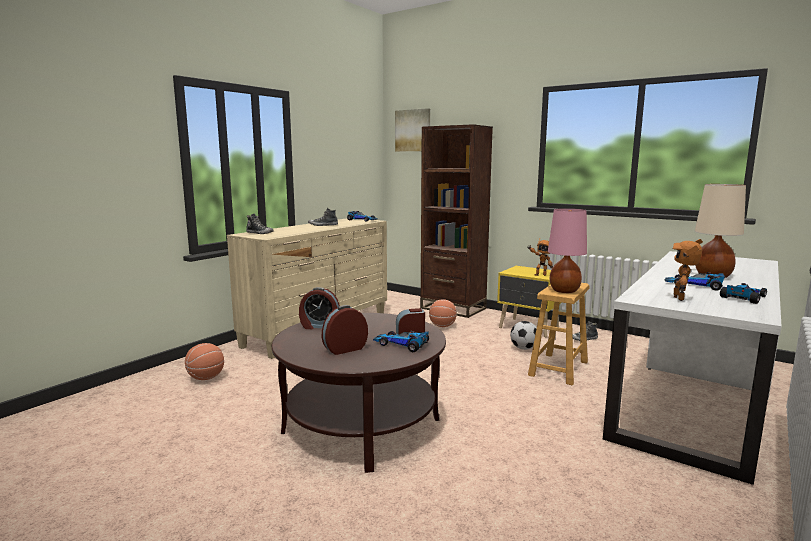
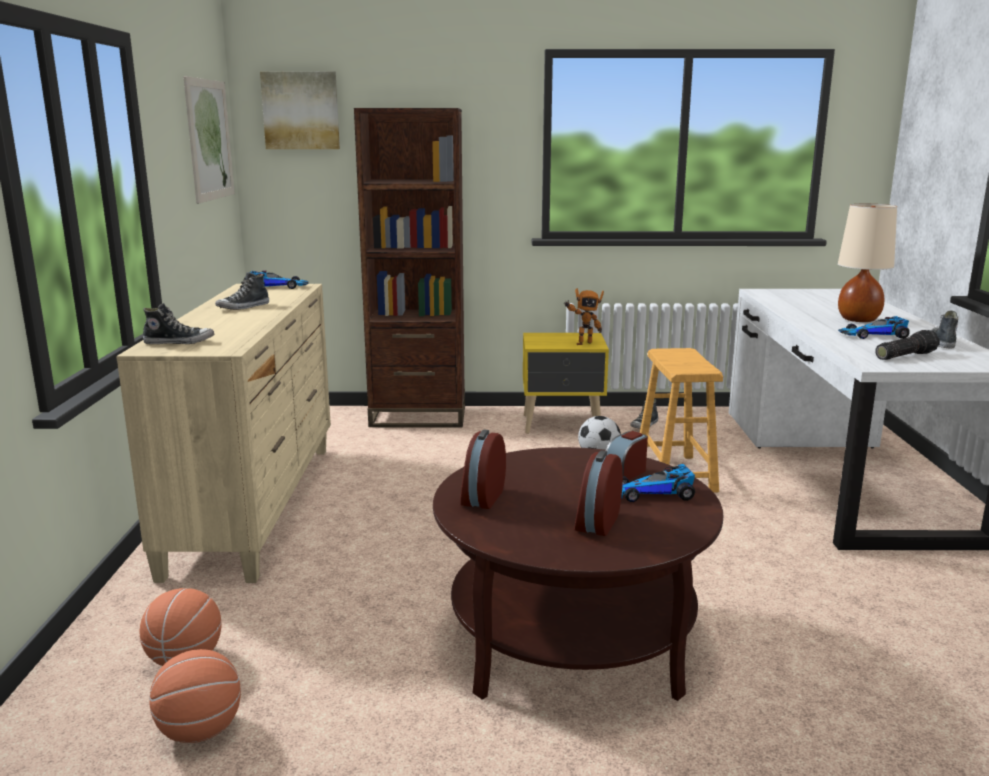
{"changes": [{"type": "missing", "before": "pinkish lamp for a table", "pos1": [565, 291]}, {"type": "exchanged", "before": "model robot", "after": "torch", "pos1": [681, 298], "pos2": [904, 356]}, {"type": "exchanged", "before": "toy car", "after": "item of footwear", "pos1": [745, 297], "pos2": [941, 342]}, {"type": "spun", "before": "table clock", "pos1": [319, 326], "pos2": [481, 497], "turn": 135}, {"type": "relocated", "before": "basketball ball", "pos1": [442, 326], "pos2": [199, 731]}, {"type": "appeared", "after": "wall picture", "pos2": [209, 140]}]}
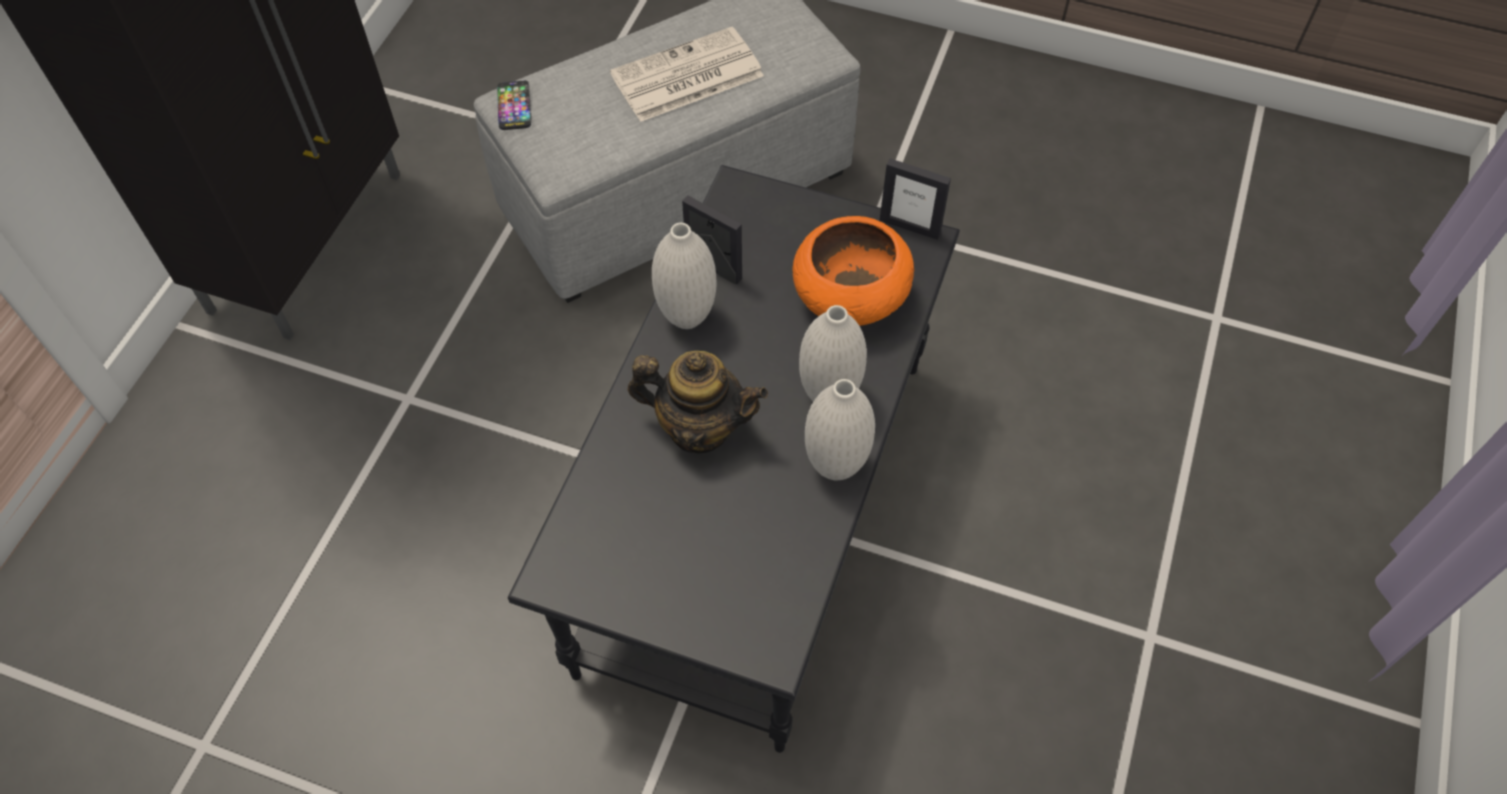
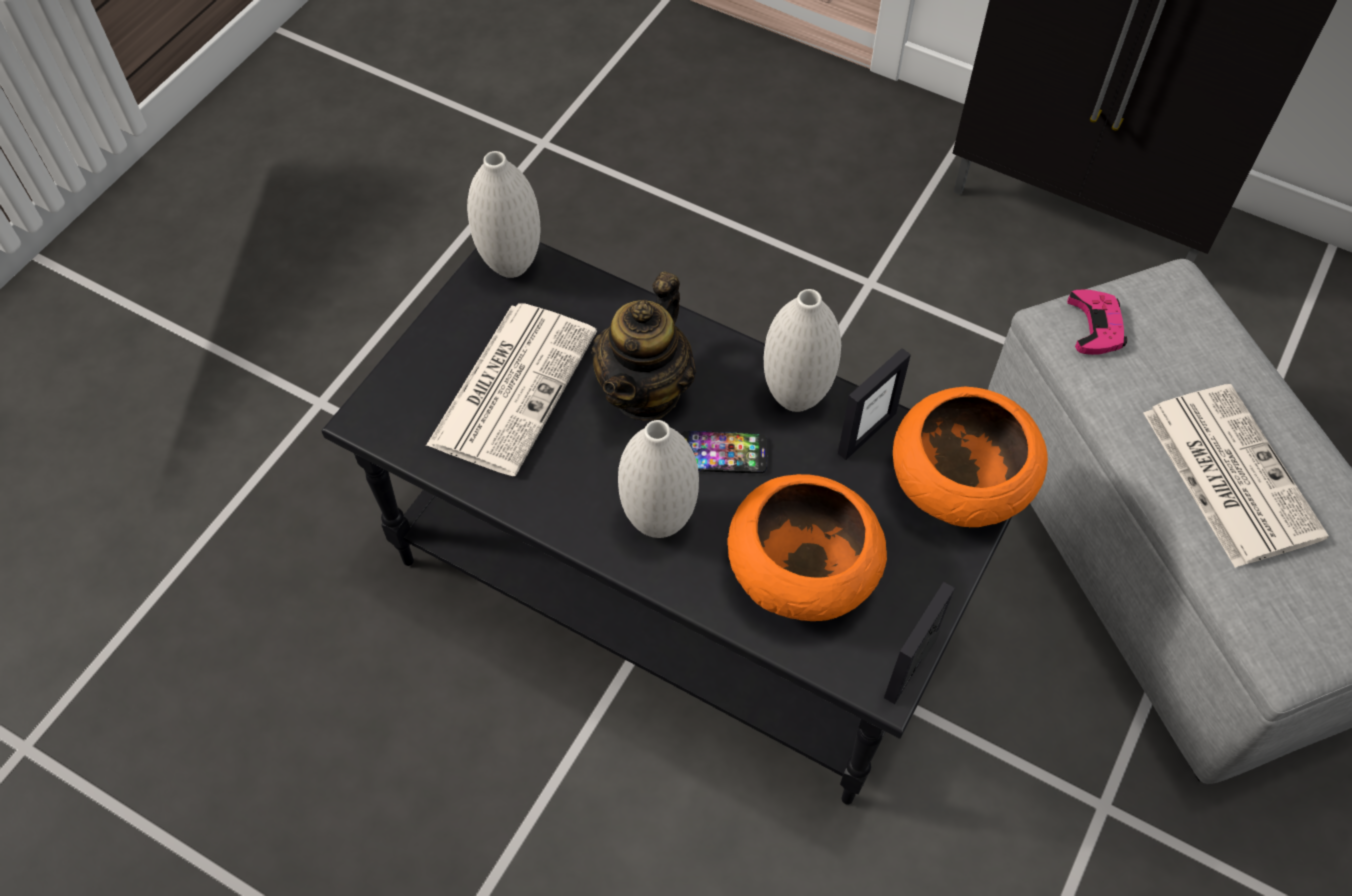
{"changes": [{"type": "relocated", "before": "telephone", "pos1": [514, 106], "pos2": [723, 454]}, {"type": "relocated", "before": "whitish decorative vase", "pos1": [835, 466], "pos2": [511, 265]}, {"type": "appeared", "after": "pinkish gamepad", "pos2": [1095, 326]}, {"type": "appeared", "after": "printed paper", "pos2": [513, 386]}, {"type": "appeared", "after": "orangey bowl", "pos2": [960, 485]}]}
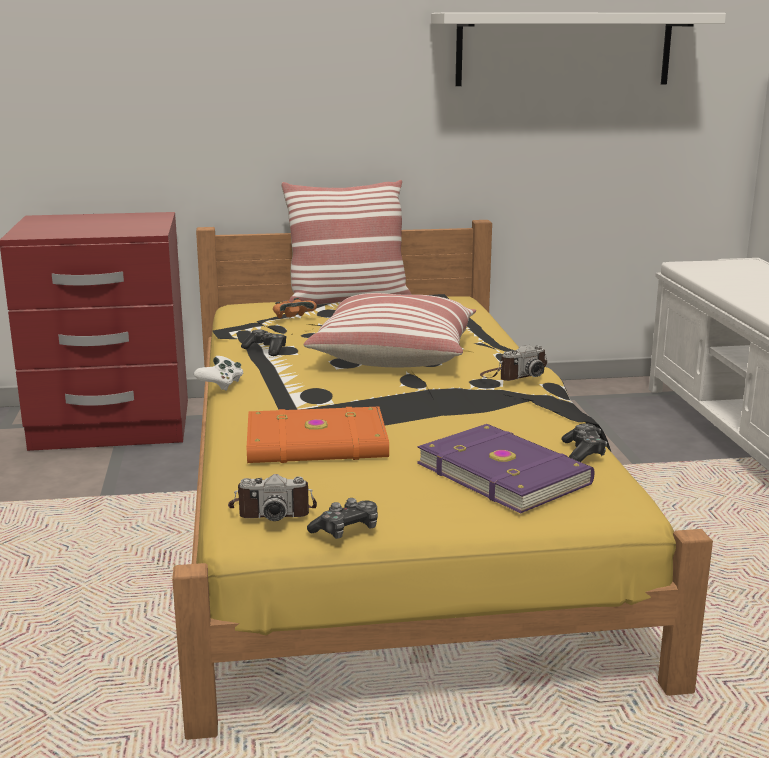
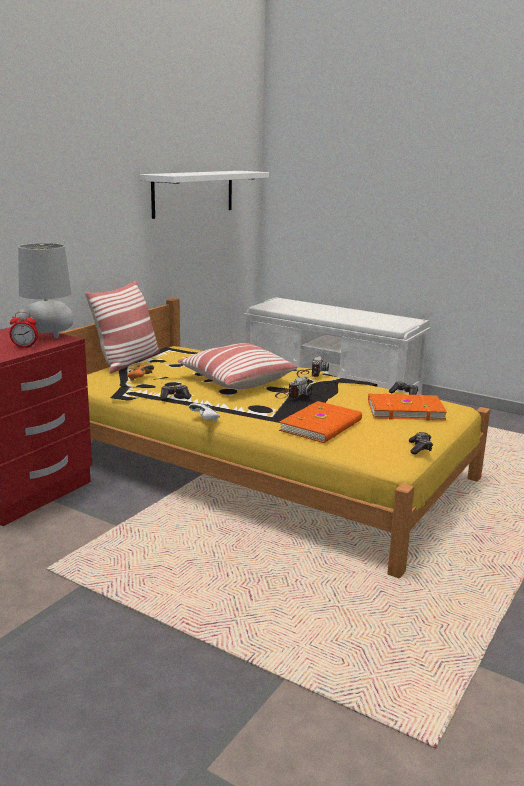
{"changes": [{"type": "colour", "before": "purple book", "after": "orangey book", "pos1": [504, 472], "pos2": [404, 410]}, {"type": "relocated", "before": "still camera", "pos1": [272, 510], "pos2": [292, 395]}, {"type": "appeared", "after": "gray lamp for a table", "pos2": [48, 337]}, {"type": "appeared", "after": "table clock", "pos2": [25, 347]}]}
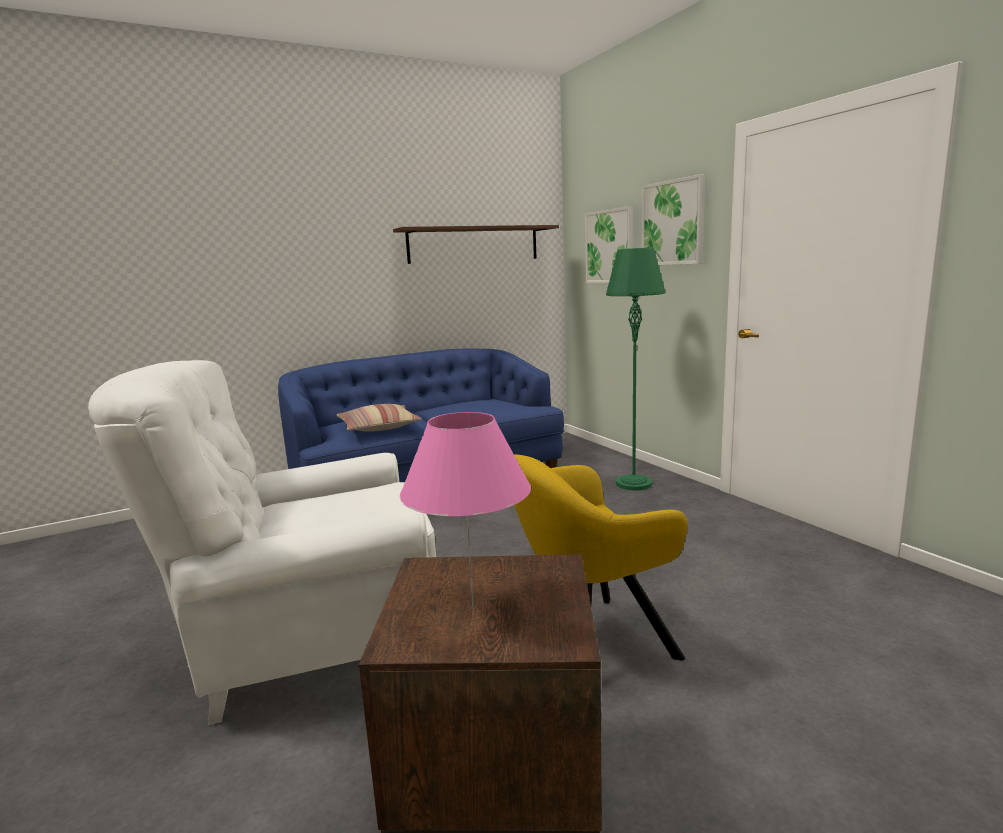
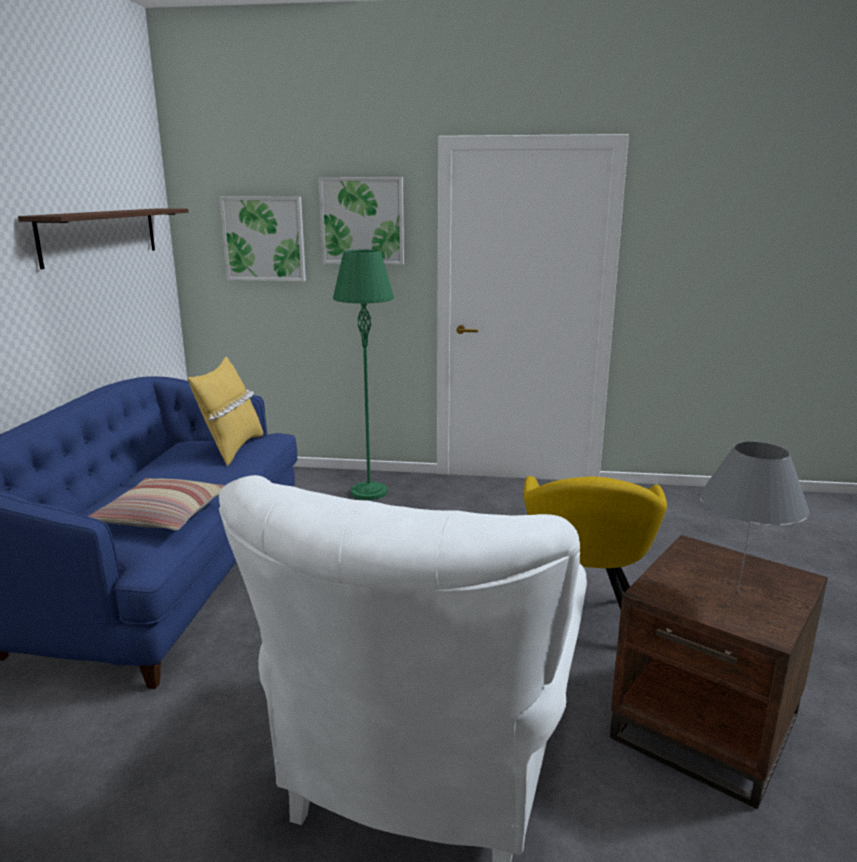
{"changes": [{"type": "colour", "before": "pinkish lamp for a table", "after": "gray lamp for a table", "pos1": [473, 609], "pos2": [738, 592]}, {"type": "appeared", "after": "yellowish cushion", "pos2": [232, 449]}]}
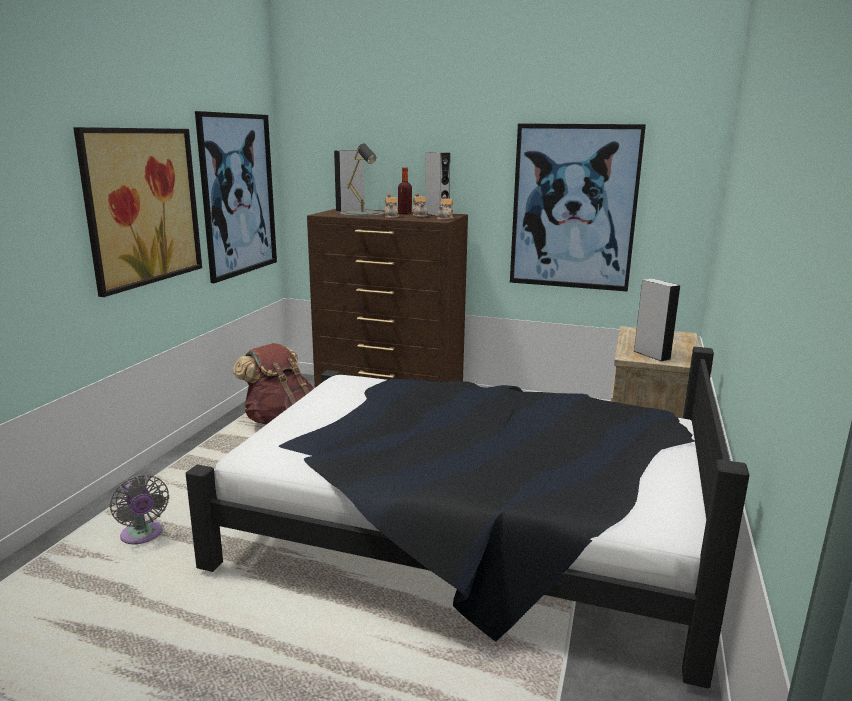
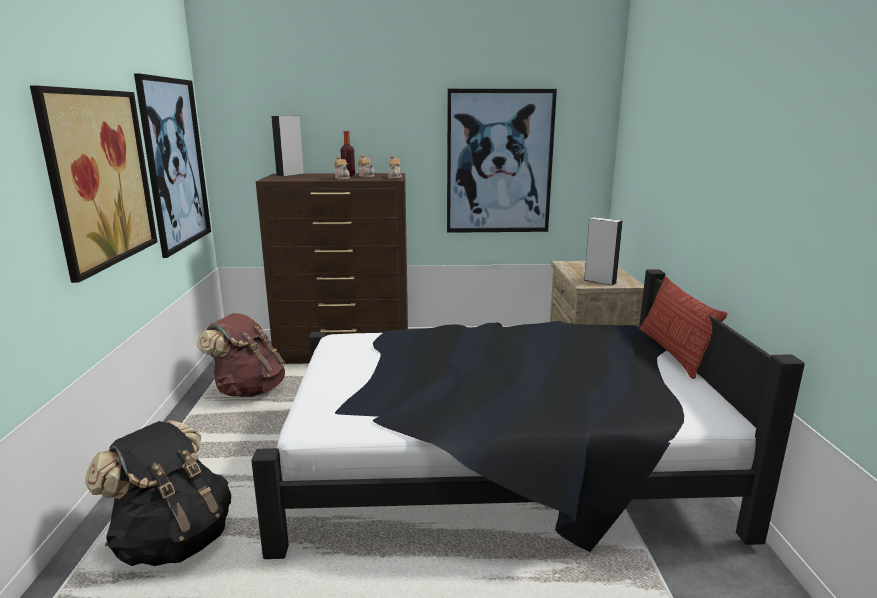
{"changes": [{"type": "missing", "before": "gray lamp for a table", "pos1": [362, 214]}, {"type": "missing", "before": "gray speaker", "pos1": [436, 215]}, {"type": "exchanged", "before": "gray cooling fan", "after": "black-coloured rucksack", "pos1": [142, 536], "pos2": [174, 540]}, {"type": "appeared", "after": "cushion", "pos2": [672, 352]}]}
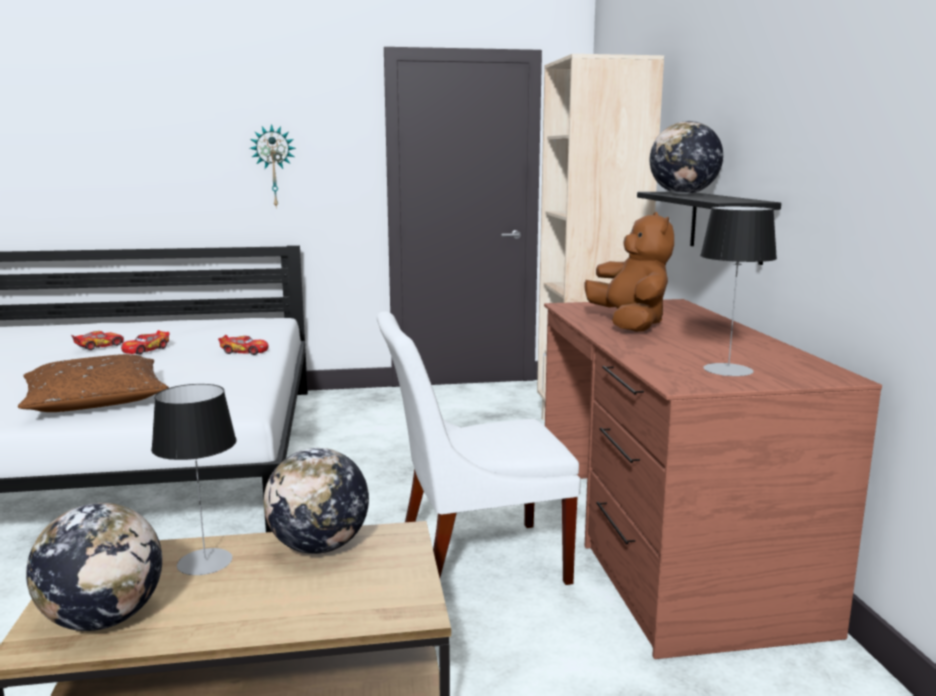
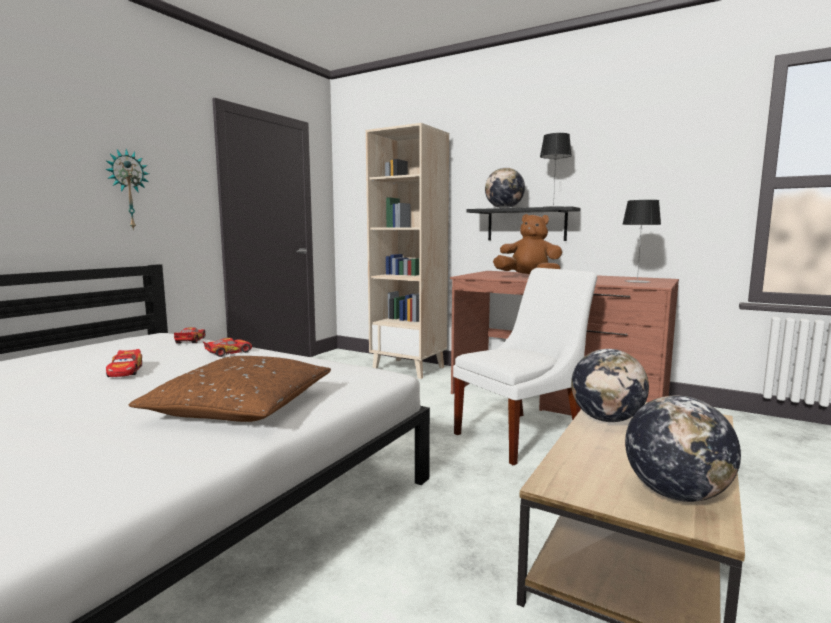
{"changes": [{"type": "spun", "before": "whitish chair", "pos1": [473, 561], "pos2": [522, 436], "turn": -150}, {"type": "relocated", "before": "toy car", "pos1": [99, 346], "pos2": [190, 340]}, {"type": "relocated", "before": "lamp for a table", "pos1": [205, 562], "pos2": [553, 207]}]}
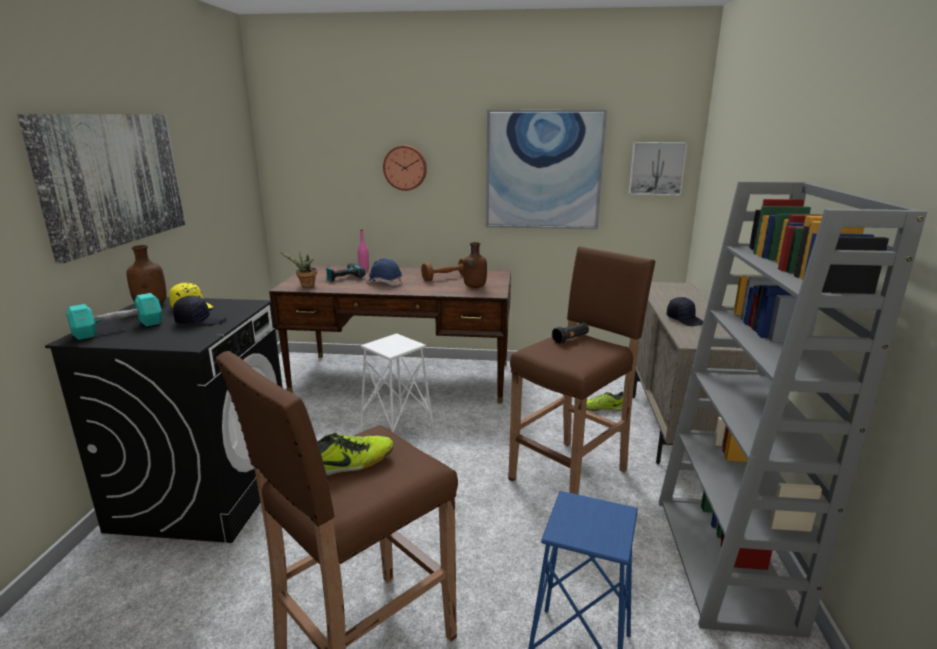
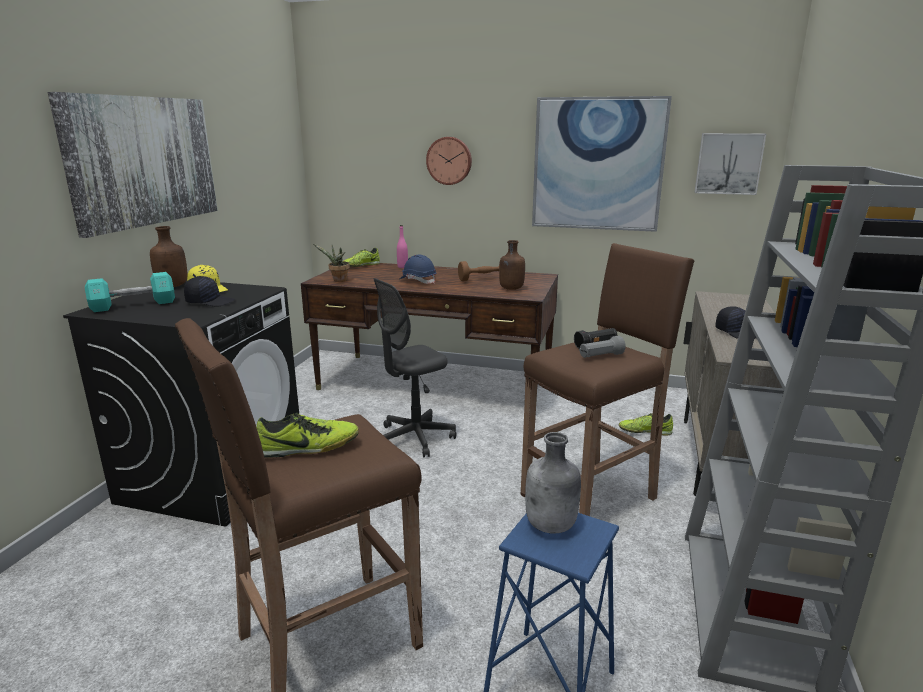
{"changes": [{"type": "missing", "before": "power drill", "pos1": [344, 277]}, {"type": "exchanged", "before": "whitish sitting stool", "after": "gray office chair", "pos1": [397, 434], "pos2": [415, 438]}, {"type": "appeared", "after": "item of footwear", "pos2": [361, 266]}, {"type": "appeared", "after": "gray torch", "pos2": [600, 356]}, {"type": "appeared", "after": "gray bottle", "pos2": [551, 526]}]}
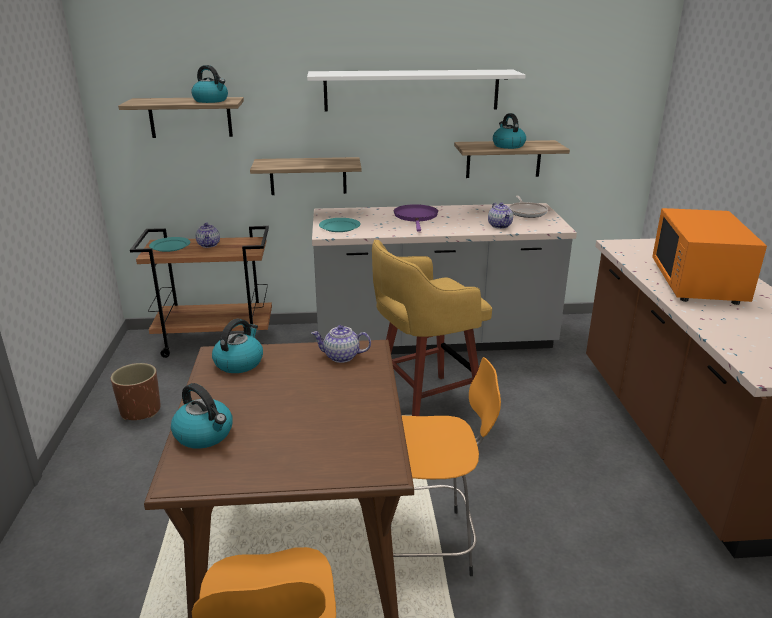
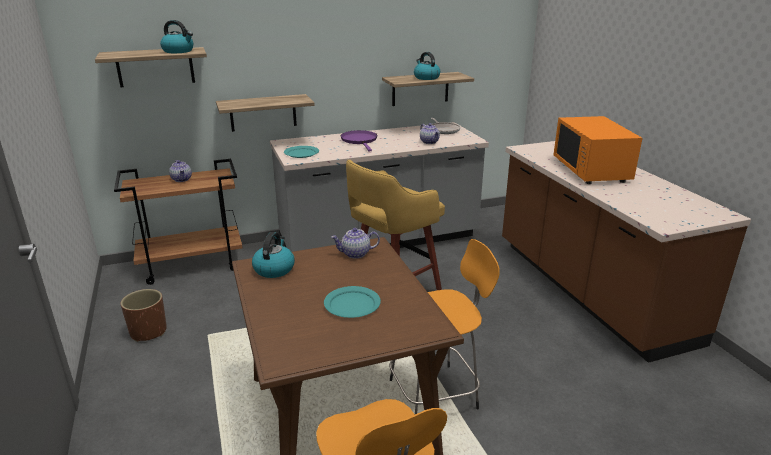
{"changes": [{"type": "missing", "before": "whitish shelf", "pos1": [411, 90]}, {"type": "relocated", "before": "turquoise dinner plate", "pos1": [170, 246], "pos2": [351, 304]}, {"type": "missing", "before": "tea kettle", "pos1": [205, 434]}]}
